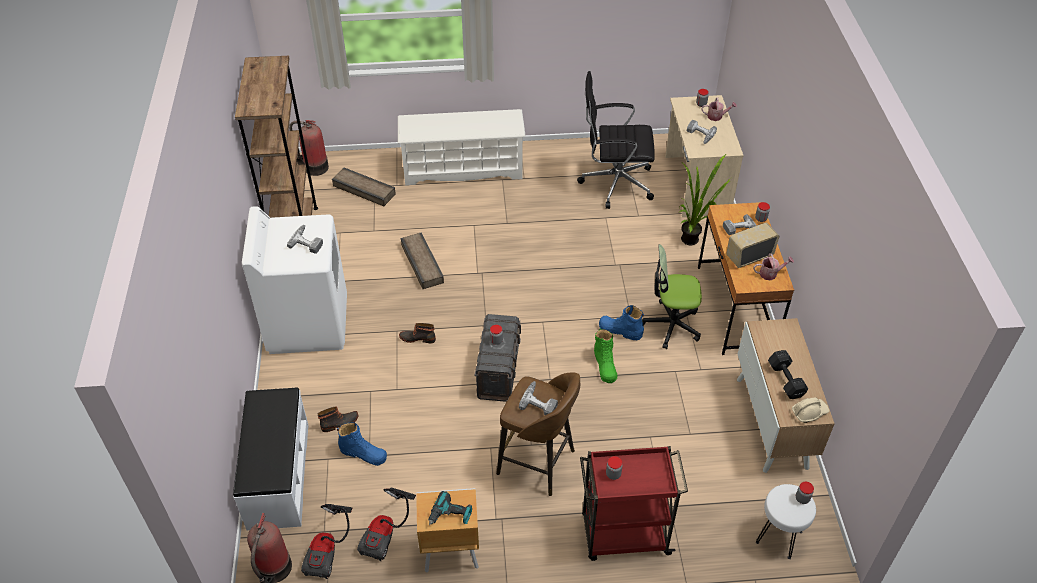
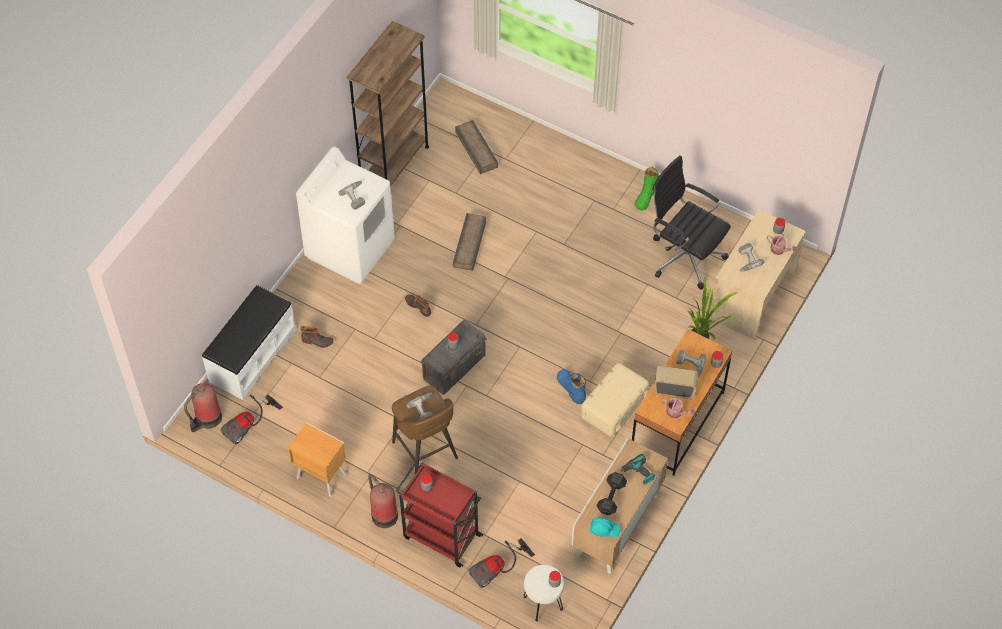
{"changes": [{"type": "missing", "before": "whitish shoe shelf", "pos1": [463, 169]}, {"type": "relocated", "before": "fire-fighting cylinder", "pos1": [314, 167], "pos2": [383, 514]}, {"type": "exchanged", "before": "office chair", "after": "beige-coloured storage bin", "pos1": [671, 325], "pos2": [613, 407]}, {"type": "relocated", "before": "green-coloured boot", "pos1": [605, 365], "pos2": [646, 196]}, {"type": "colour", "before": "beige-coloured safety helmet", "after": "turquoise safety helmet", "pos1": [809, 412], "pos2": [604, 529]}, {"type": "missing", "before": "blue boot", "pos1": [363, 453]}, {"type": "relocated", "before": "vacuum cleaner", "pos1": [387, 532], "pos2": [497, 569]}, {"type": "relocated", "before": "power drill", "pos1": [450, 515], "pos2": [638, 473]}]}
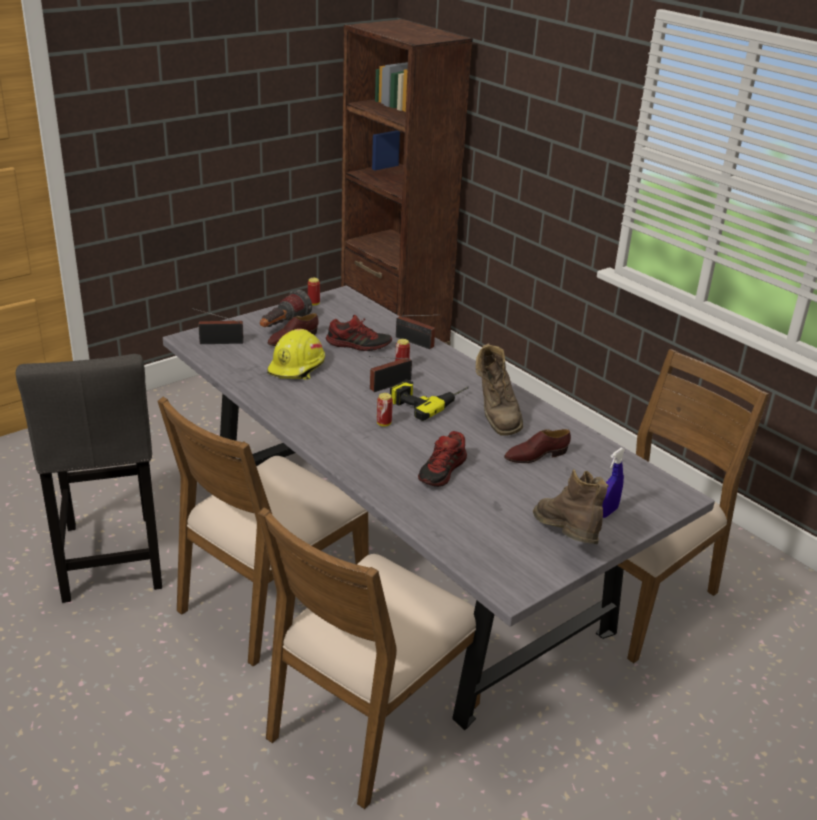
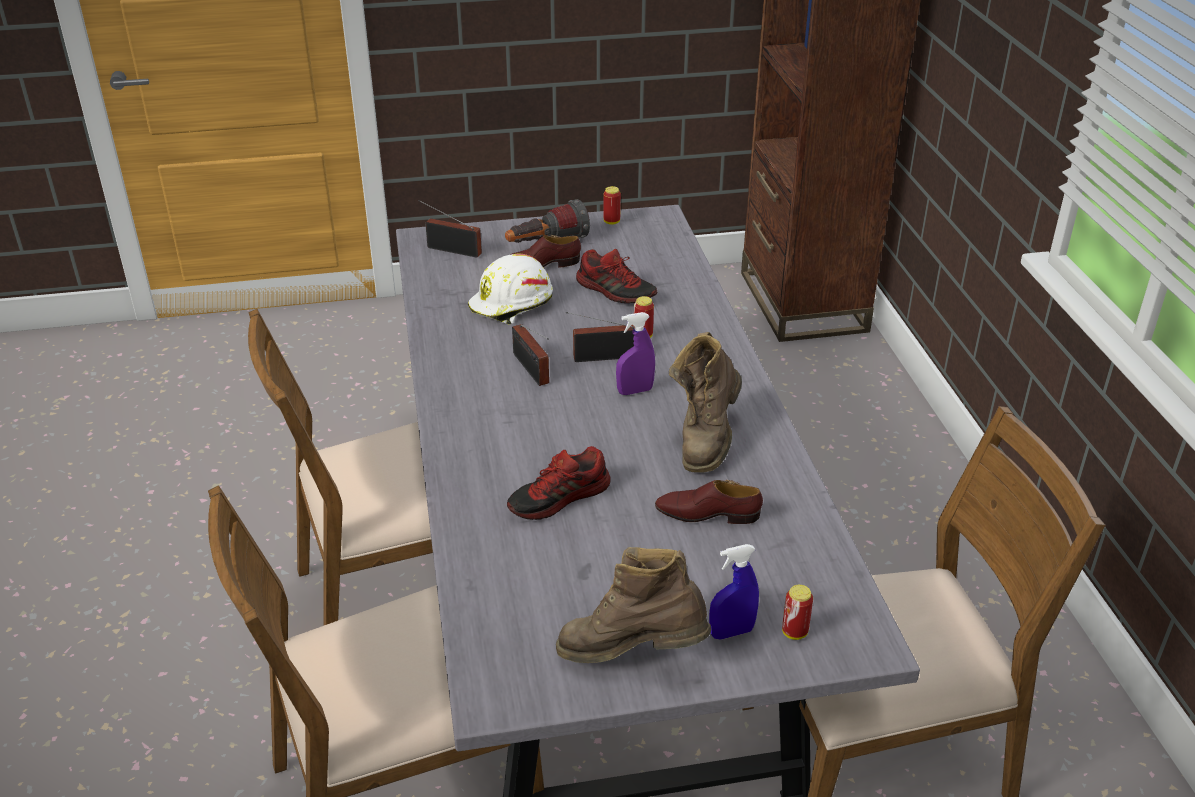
{"changes": [{"type": "relocated", "before": "radio", "pos1": [416, 343], "pos2": [531, 370]}, {"type": "colour", "before": "yellowish safety helmet", "after": "whitish safety helmet", "pos1": [297, 367], "pos2": [512, 305]}, {"type": "missing", "before": "gray sitting stool", "pos1": [110, 562]}, {"type": "exchanged", "before": "power drill", "after": "purple sprayer", "pos1": [428, 400], "pos2": [635, 391]}, {"type": "relocated", "before": "sealed can", "pos1": [384, 424], "pos2": [794, 632]}, {"type": "spun", "before": "brown boot", "pos1": [566, 540], "pos2": [632, 655], "turn": -90}]}
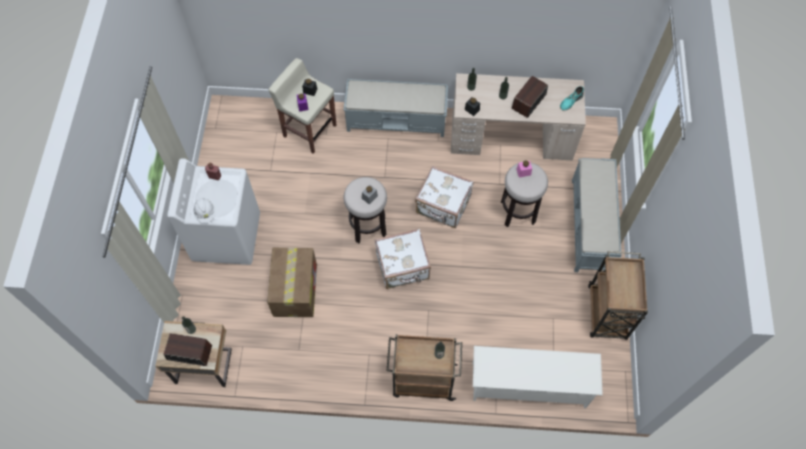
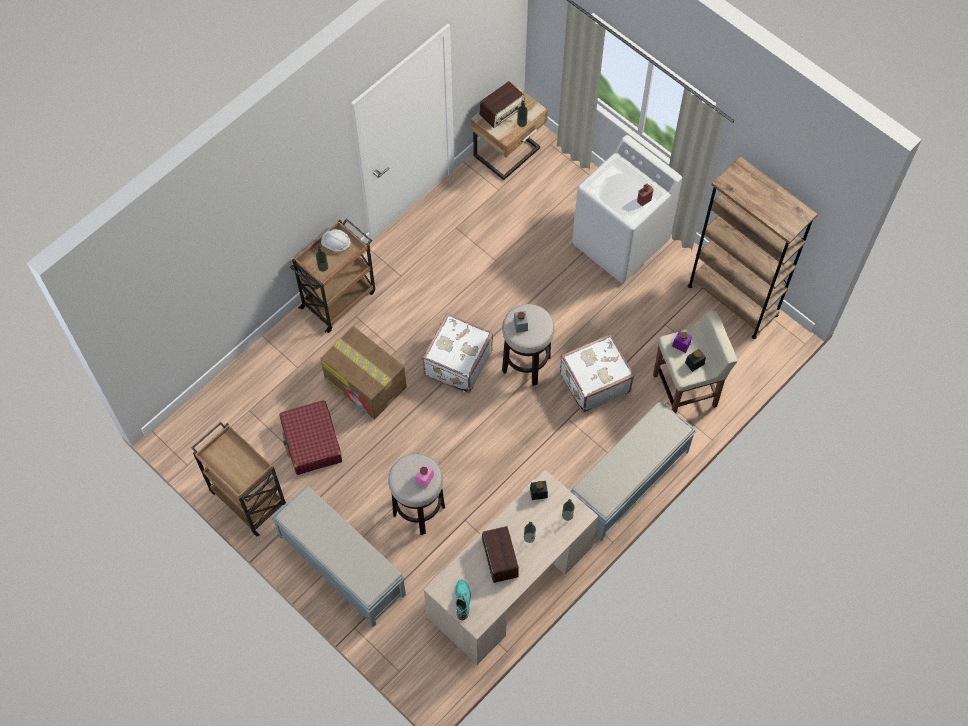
{"changes": [{"type": "relocated", "before": "whitish travel case", "pos1": [443, 206], "pos2": [593, 381]}, {"type": "relocated", "before": "whitish safety helmet", "pos1": [205, 213], "pos2": [336, 244]}, {"type": "relocated", "before": "cardboard box", "pos1": [295, 289], "pos2": [366, 383]}, {"type": "missing", "before": "whitish shoe shelf", "pos1": [529, 385]}, {"type": "appeared", "after": "brown bookshelf", "pos2": [732, 300]}, {"type": "appeared", "after": "red-coloured travel case", "pos2": [312, 442]}]}
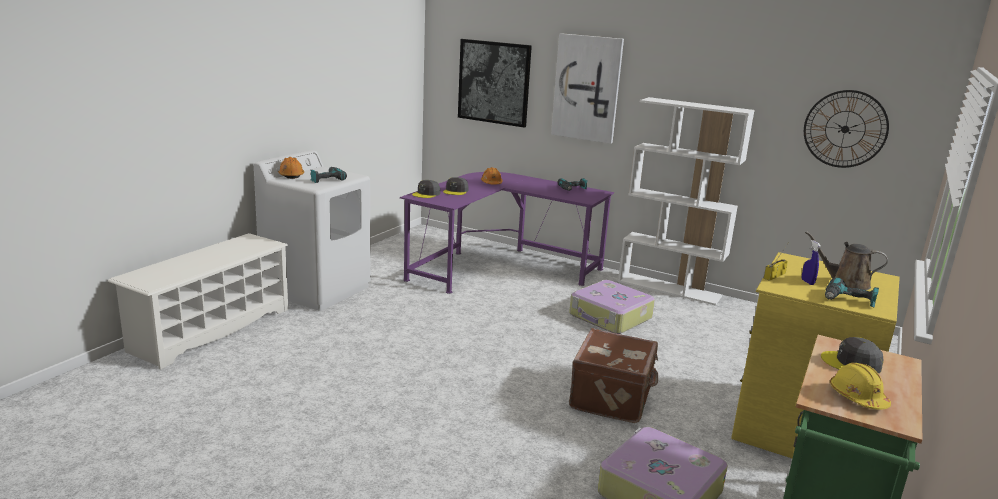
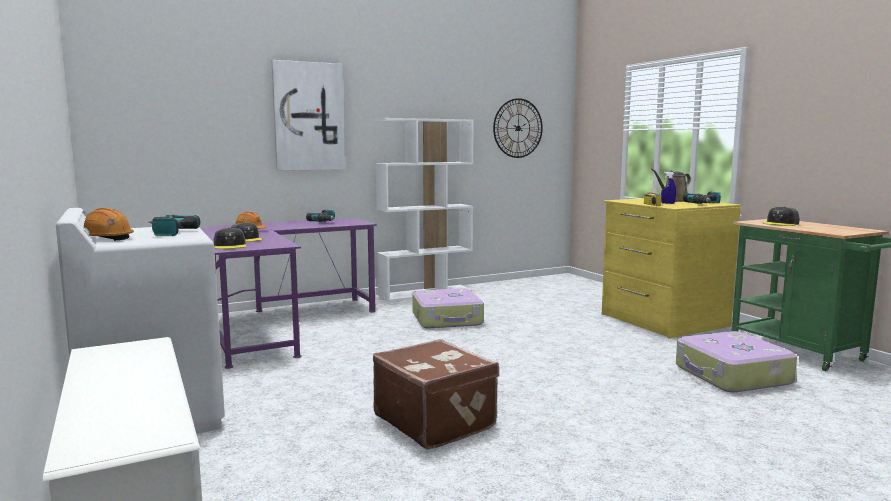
{"changes": [{"type": "missing", "before": "wall picture", "pos1": [494, 82]}, {"type": "relocated", "before": "brown travel case", "pos1": [613, 398], "pos2": [435, 421]}, {"type": "missing", "before": "yellowish safety helmet", "pos1": [857, 397]}]}
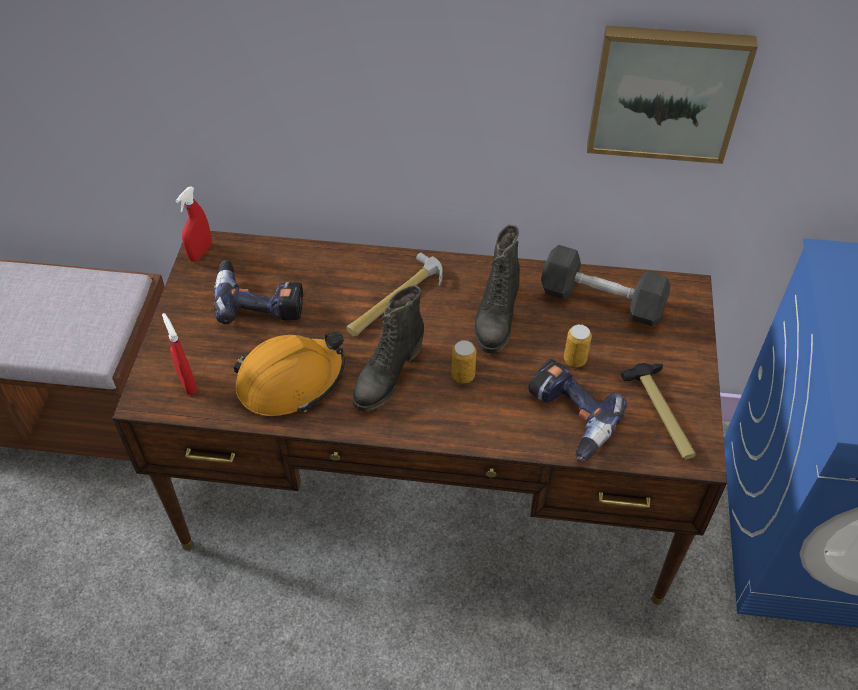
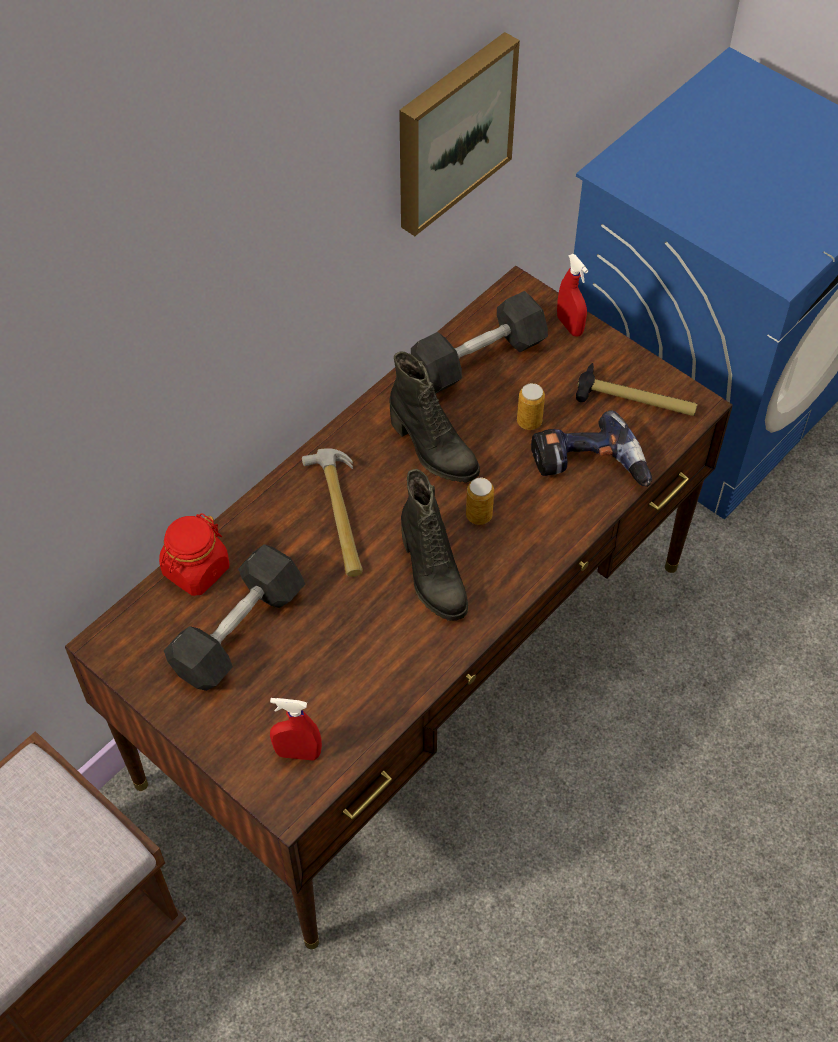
{"changes": [{"type": "relocated", "before": "red-coloured sprayer", "pos1": [200, 252], "pos2": [569, 326]}, {"type": "exchanged", "before": "power drill", "after": "black-coloured dumbbell", "pos1": [260, 300], "pos2": [238, 631]}, {"type": "missing", "before": "orangey safety helmet", "pos1": [291, 381]}, {"type": "appeared", "after": "red-coloured preserve jar", "pos2": [196, 570]}]}
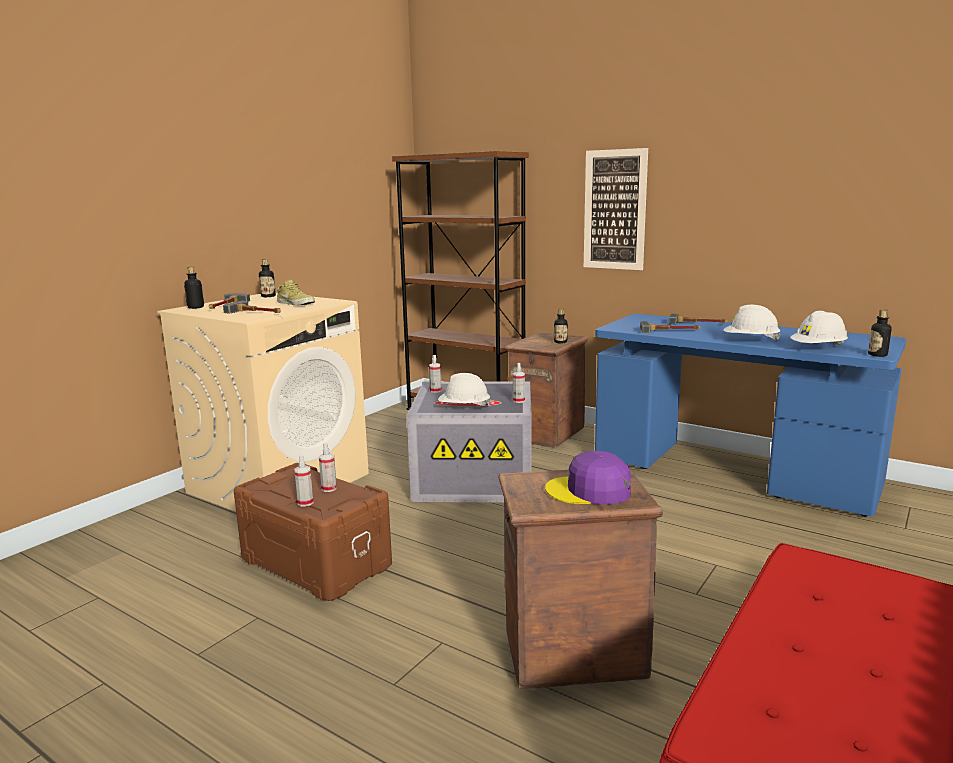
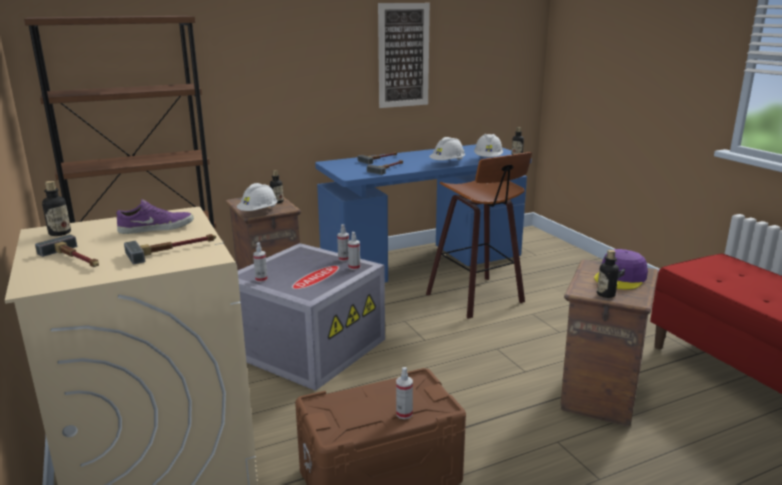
{"changes": [{"type": "relocated", "before": "wall picture", "pos1": [614, 210], "pos2": [403, 55]}, {"type": "relocated", "before": "bottle", "pos1": [195, 307], "pos2": [605, 294]}, {"type": "colour", "before": "beige-coloured item of footwear", "after": "purple item of footwear", "pos1": [297, 304], "pos2": [156, 228]}, {"type": "relocated", "before": "whitish safety helmet", "pos1": [464, 408], "pos2": [258, 212]}, {"type": "relocated", "before": "sprayer", "pos1": [329, 488], "pos2": [354, 267]}, {"type": "appeared", "after": "sitting stool", "pos2": [479, 298]}]}
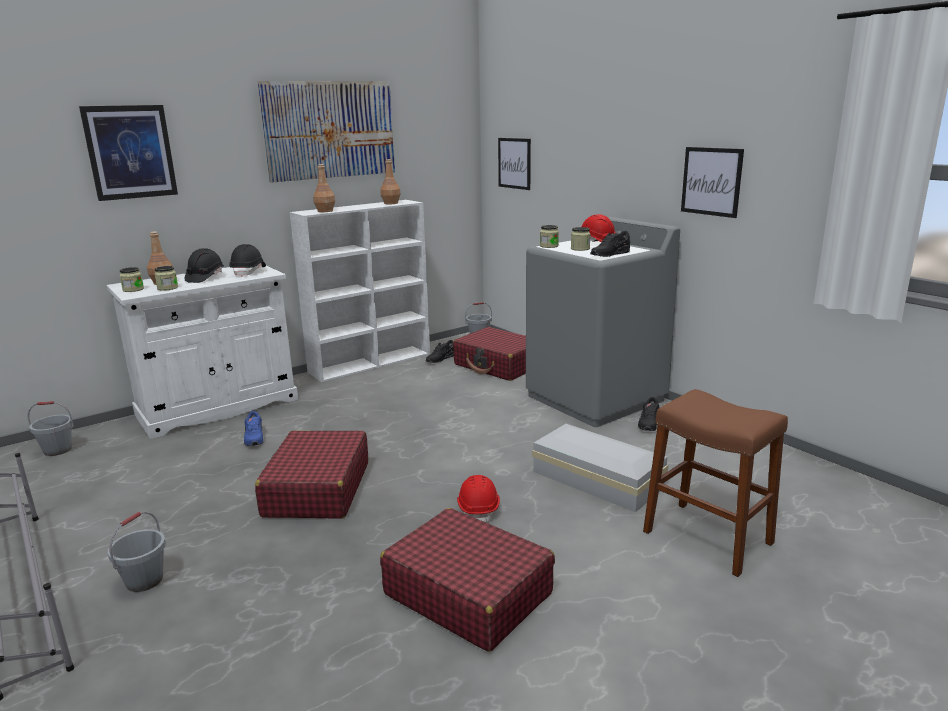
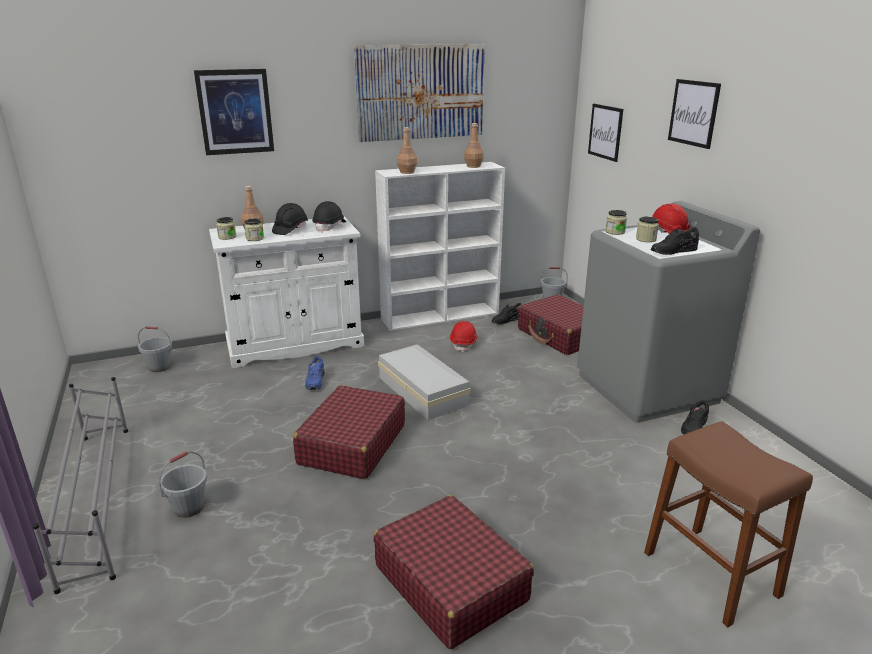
{"changes": [{"type": "relocated", "before": "wall picture", "pos1": [711, 181], "pos2": [693, 113]}, {"type": "relocated", "before": "whitish storage bin", "pos1": [596, 478], "pos2": [422, 390]}, {"type": "relocated", "before": "red-coloured safety helmet", "pos1": [478, 509], "pos2": [464, 343]}]}
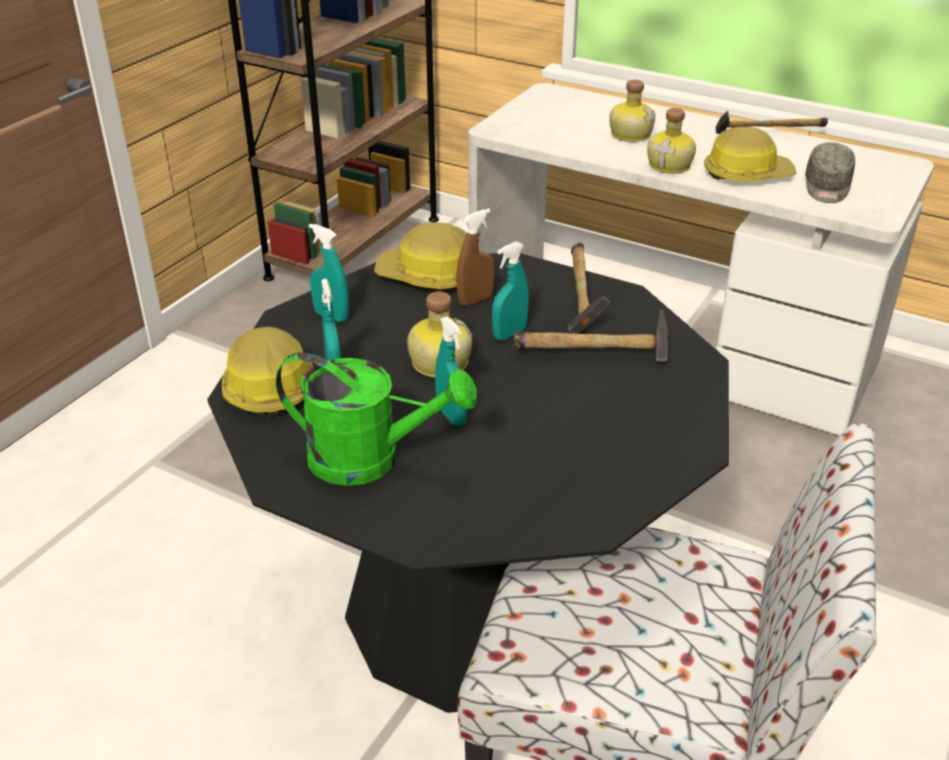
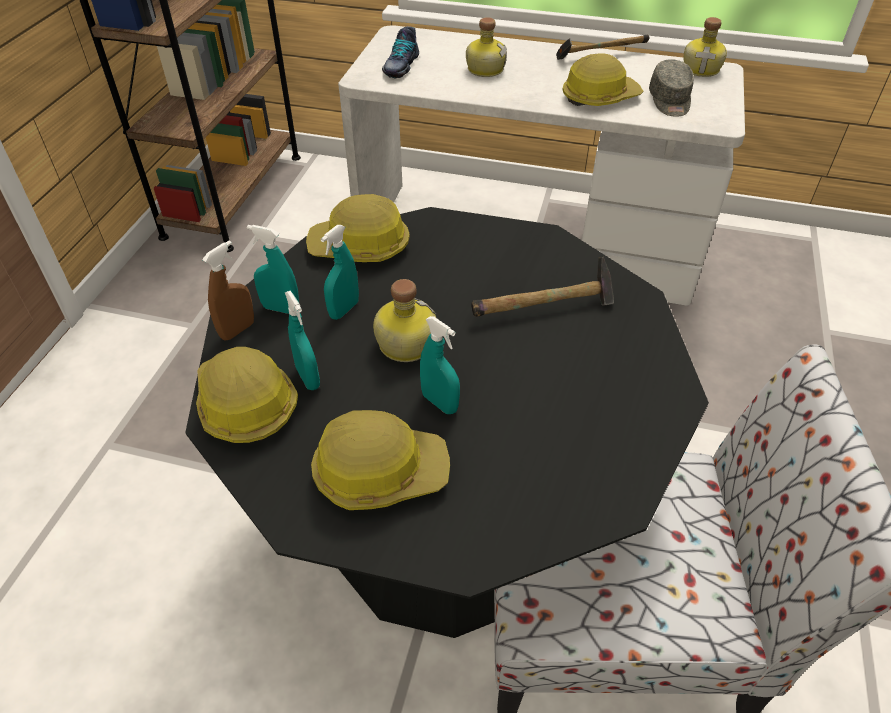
{"changes": [{"type": "relocated", "before": "bottle", "pos1": [670, 165], "pos2": [702, 69]}, {"type": "relocated", "before": "brown sprayer", "pos1": [475, 300], "pos2": [237, 330]}, {"type": "relocated", "before": "turquoise sprayer", "pos1": [509, 334], "pos2": [344, 310]}, {"type": "missing", "before": "hand hammer", "pos1": [580, 299]}, {"type": "exchanged", "before": "green-coloured watering pot", "after": "safety helmet", "pos1": [370, 459], "pos2": [379, 471]}, {"type": "appeared", "after": "item of footwear", "pos2": [400, 65]}]}
